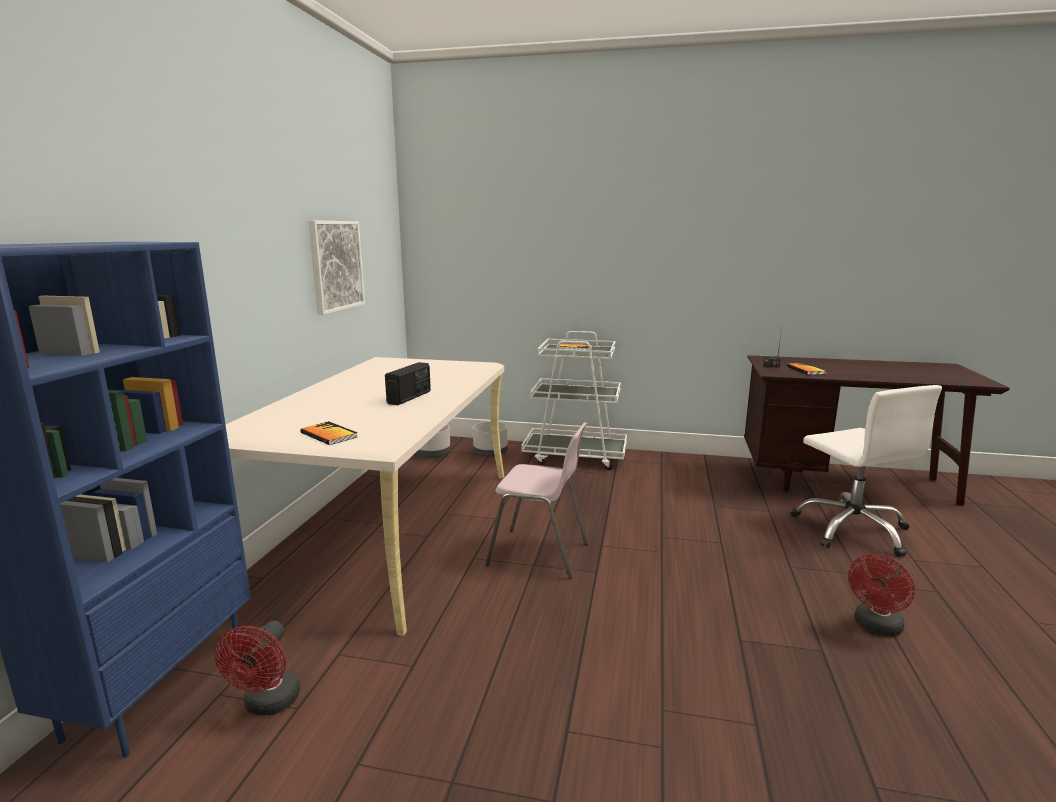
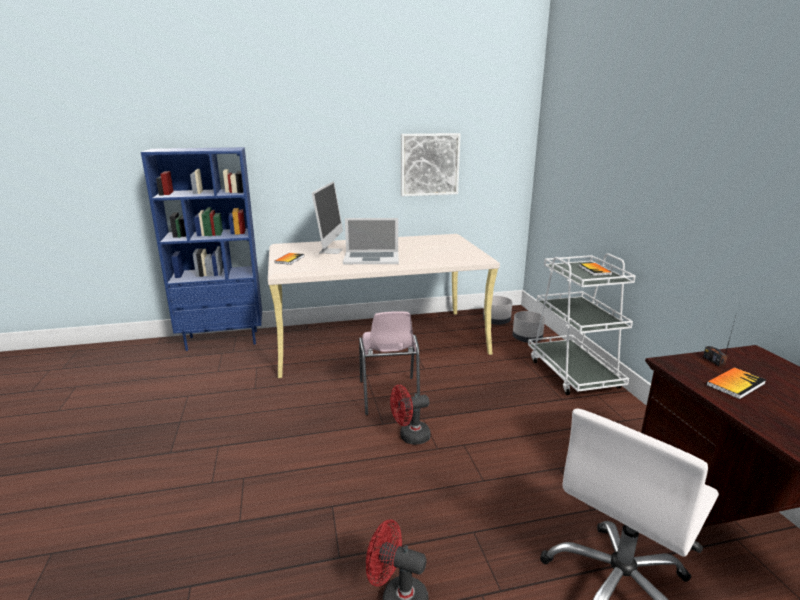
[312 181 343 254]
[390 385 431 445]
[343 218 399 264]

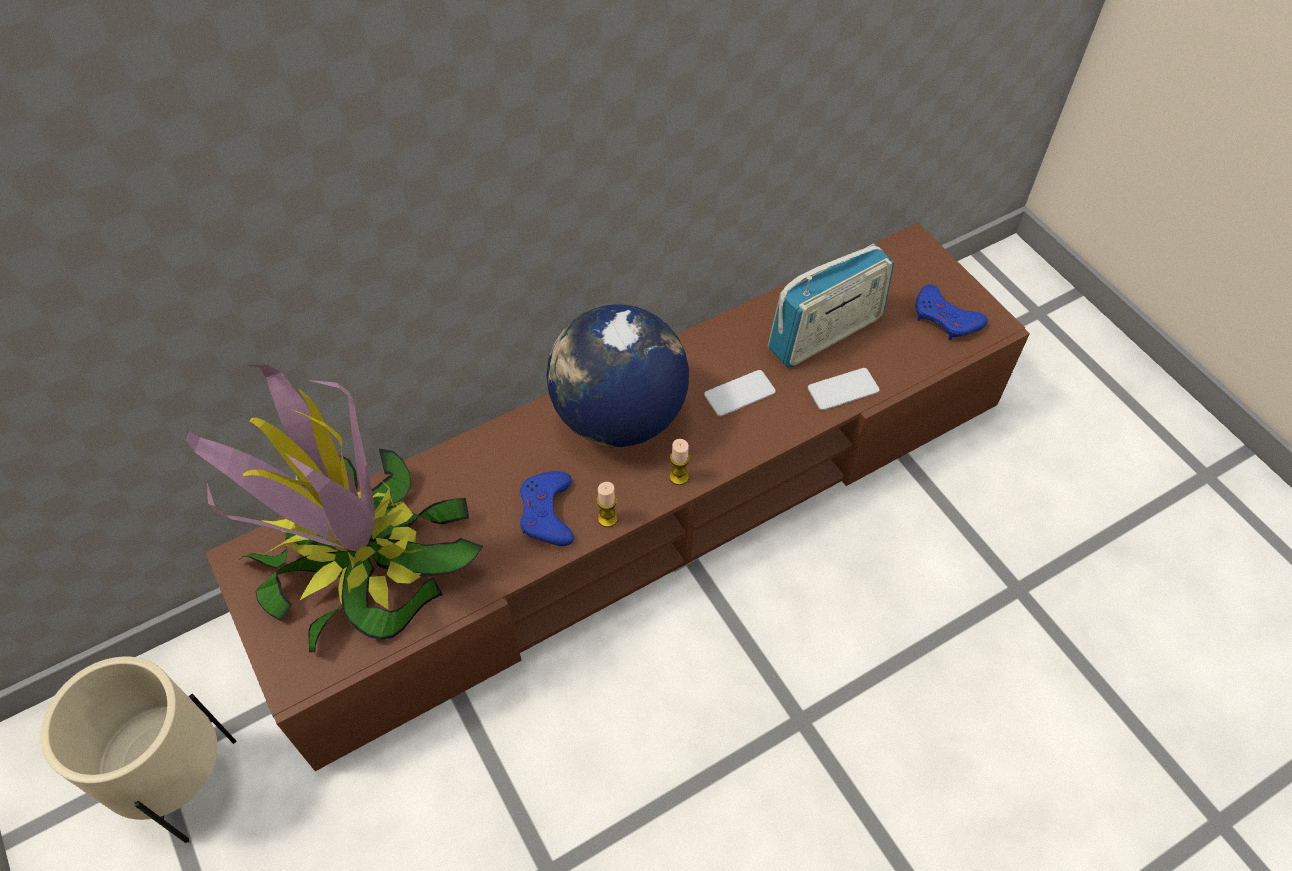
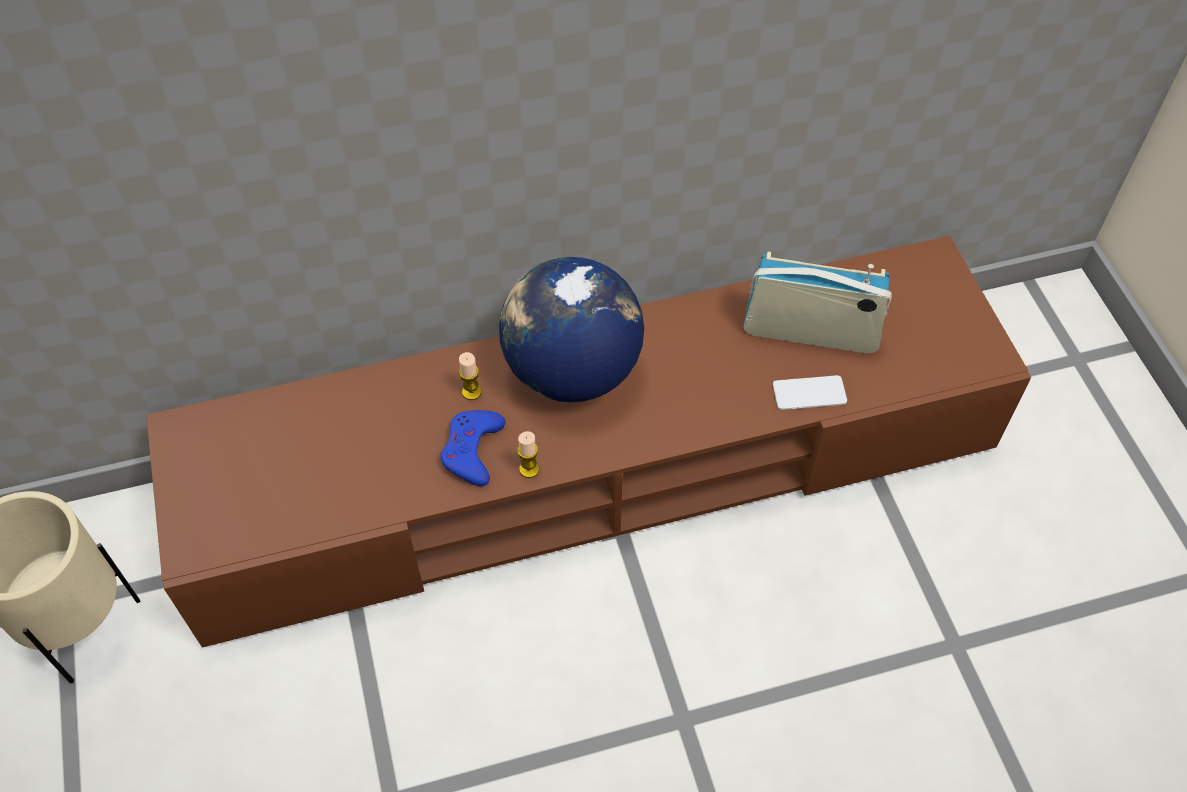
[186 365 484 652] (first image)
[704 370 776 416] (first image)
[915 284 988 340] (first image)
[459 352 481 400]
[743 252 892 354]

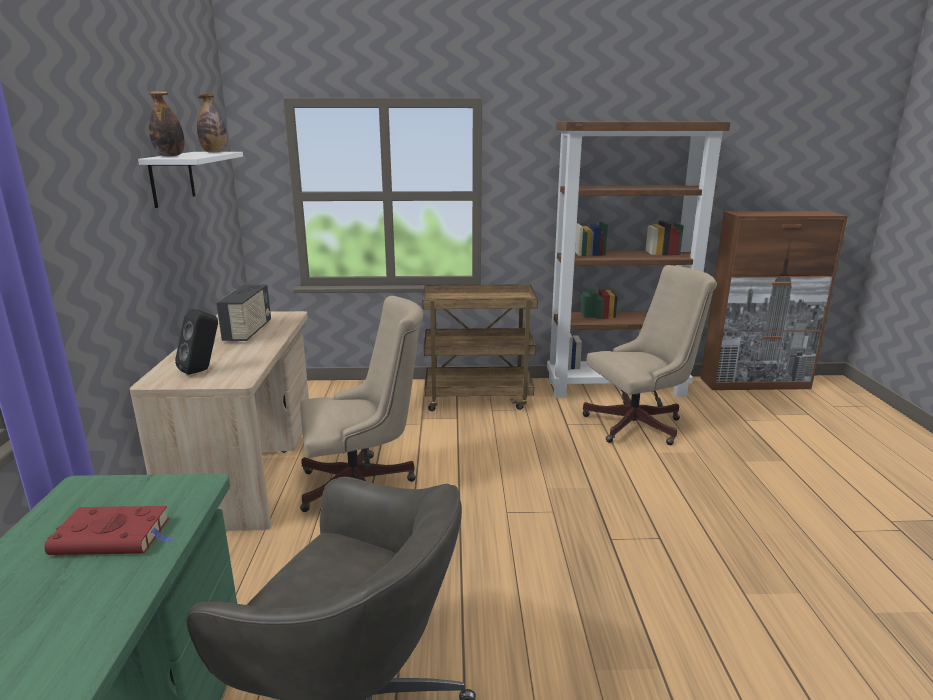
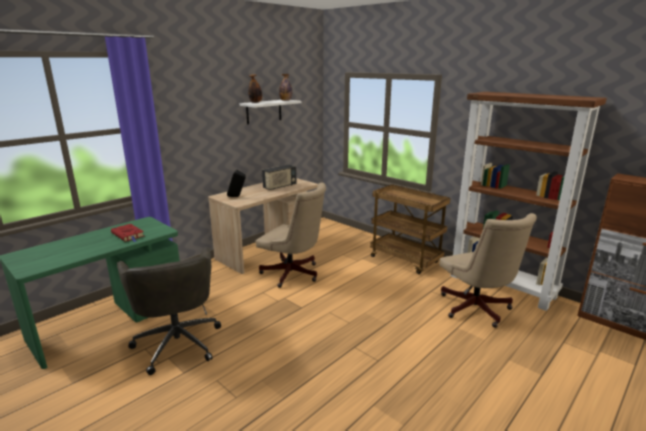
[440 213 537 328]

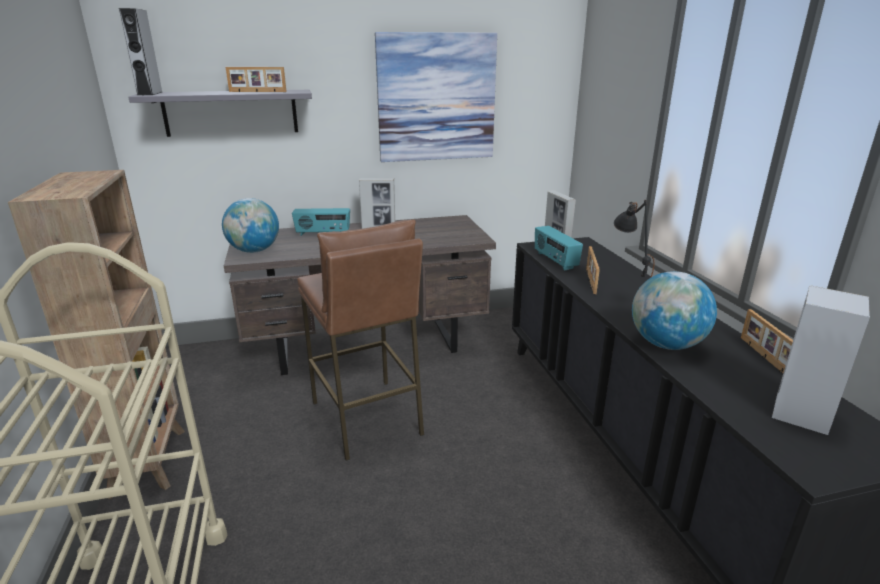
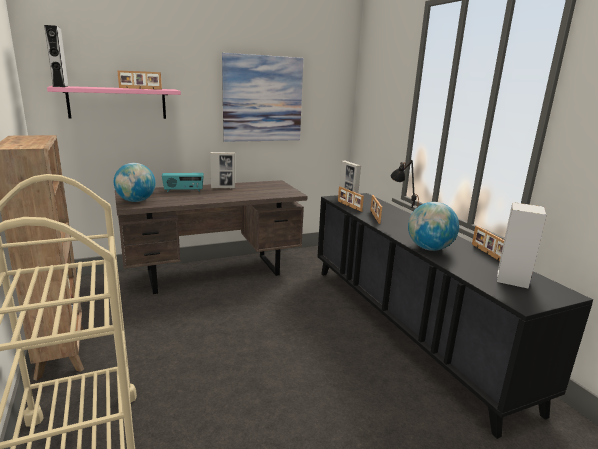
[297 220 424 461] (first image)
[338 187 364 212]
[47 86 181 119]

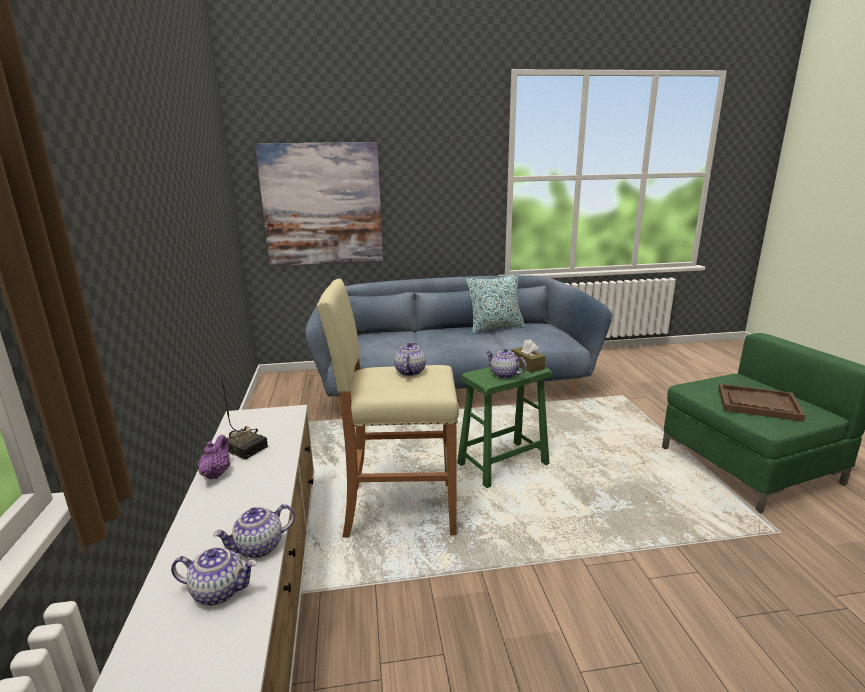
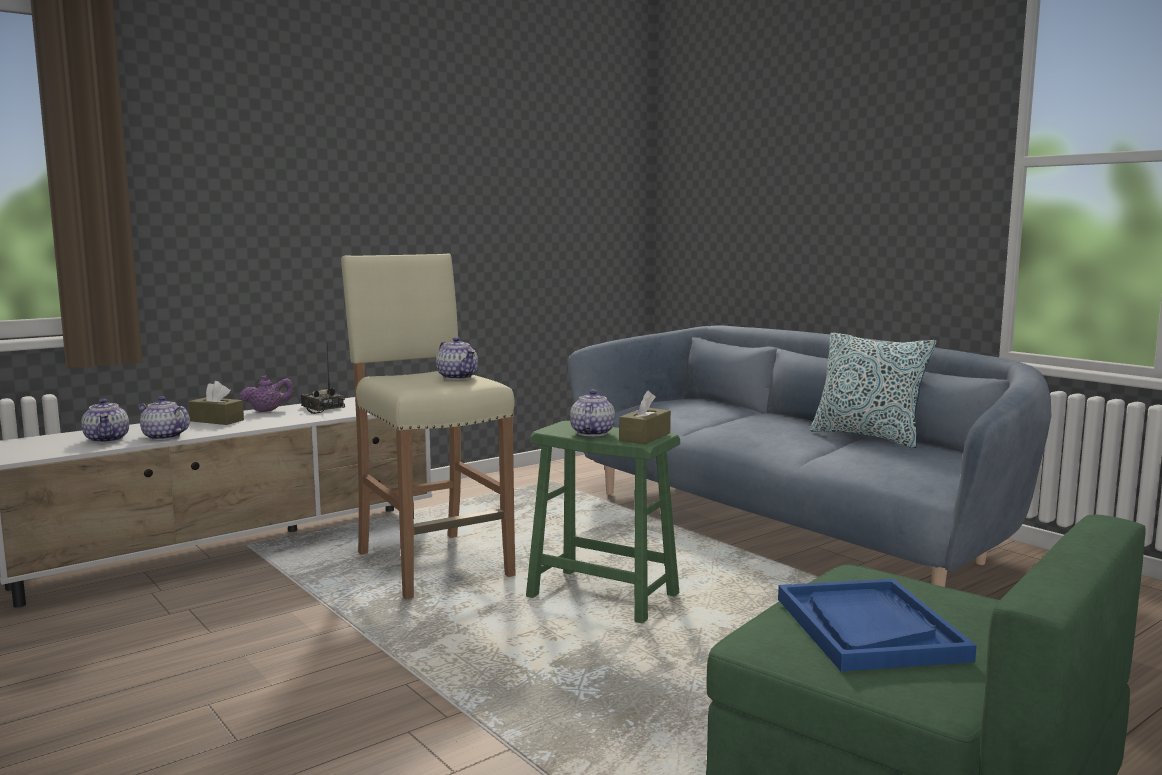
[255 142 383 266] (first image)
[189 381 244 425]
[778 579 977 671]
[301 341 345 414]
[436 337 478 380]

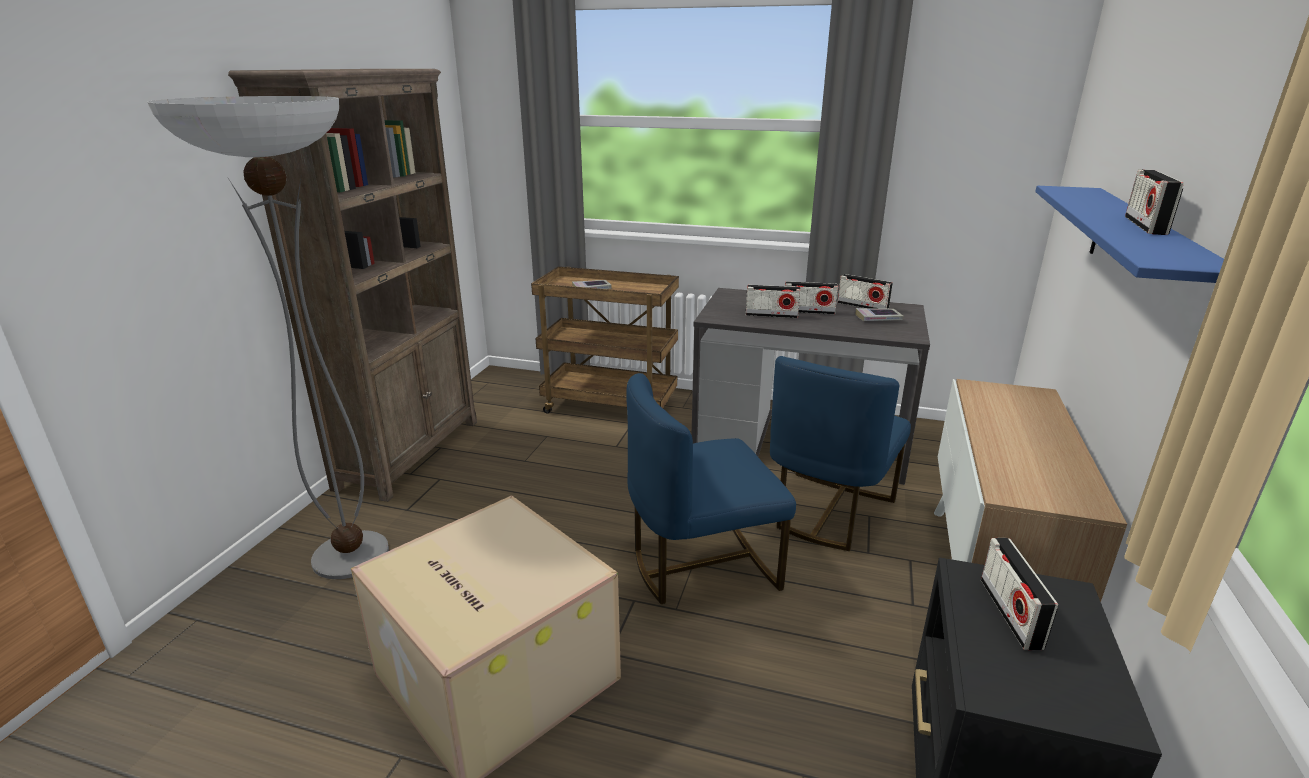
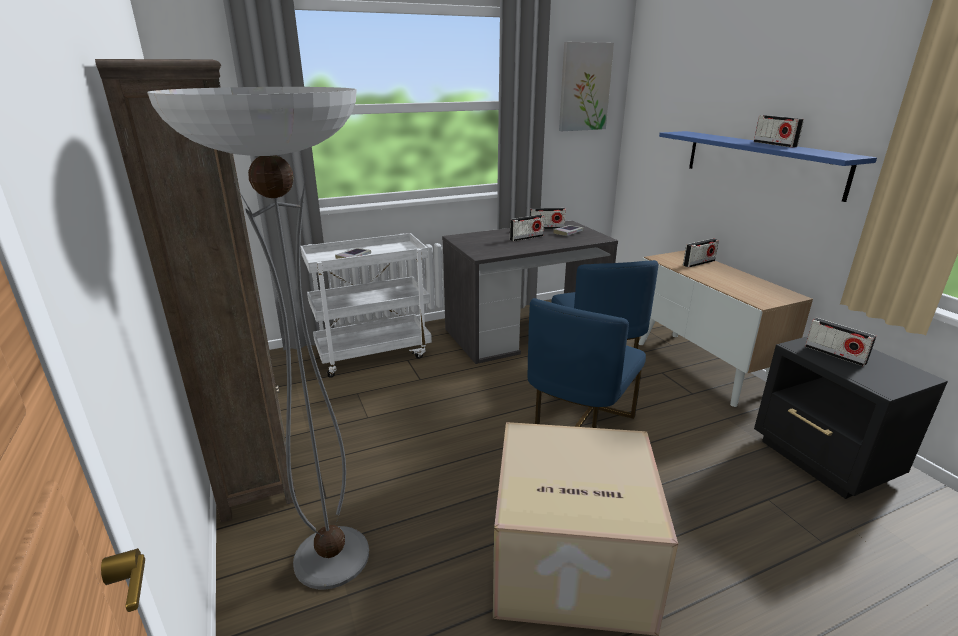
[559 42 614 131]
[683 238 719 267]
[301 233 432 378]

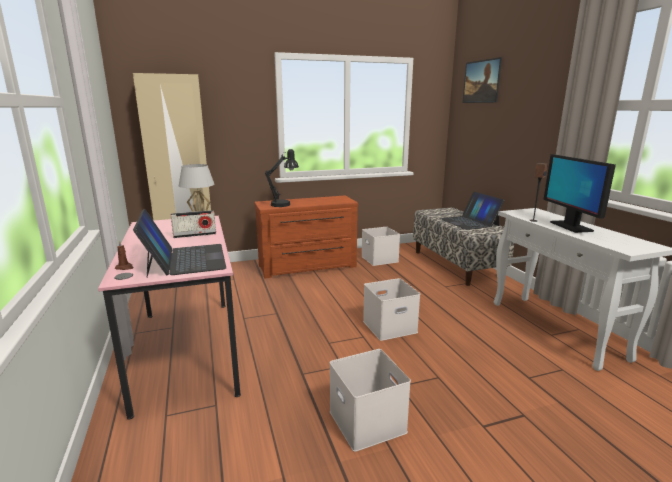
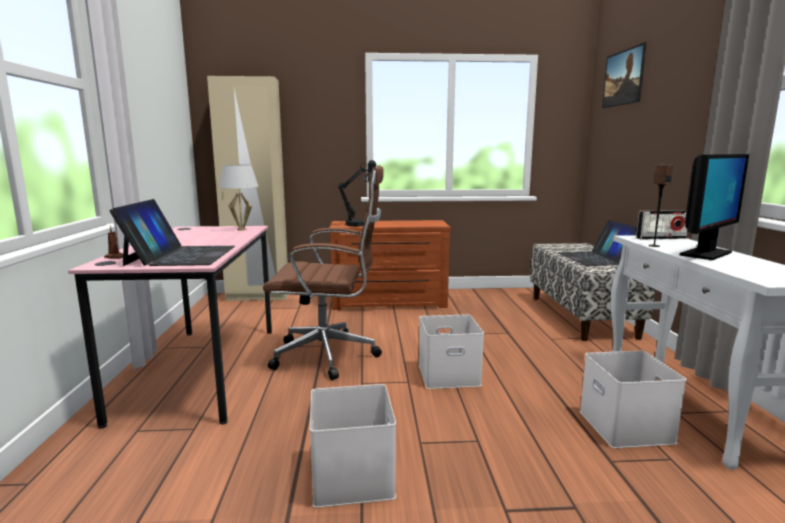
[263 165 384 380]
[636 210 688 239]
[580 351 686 448]
[680 154 749 260]

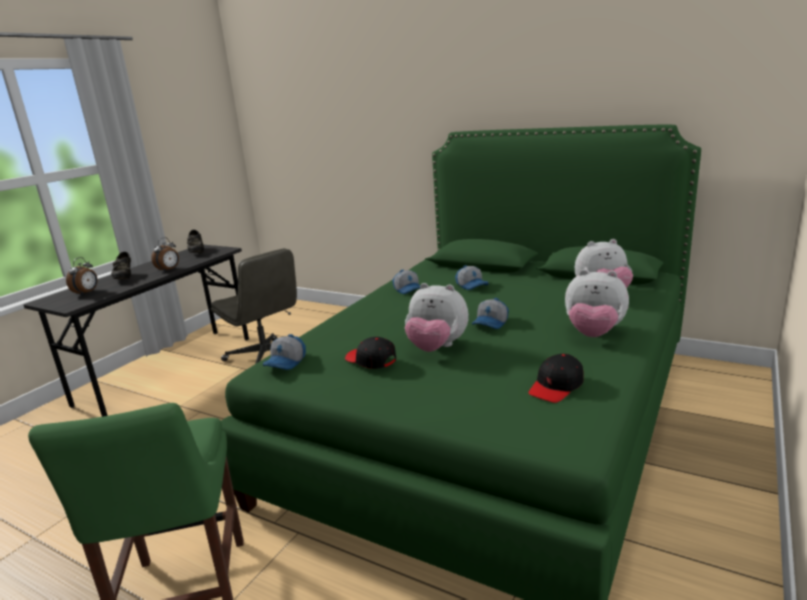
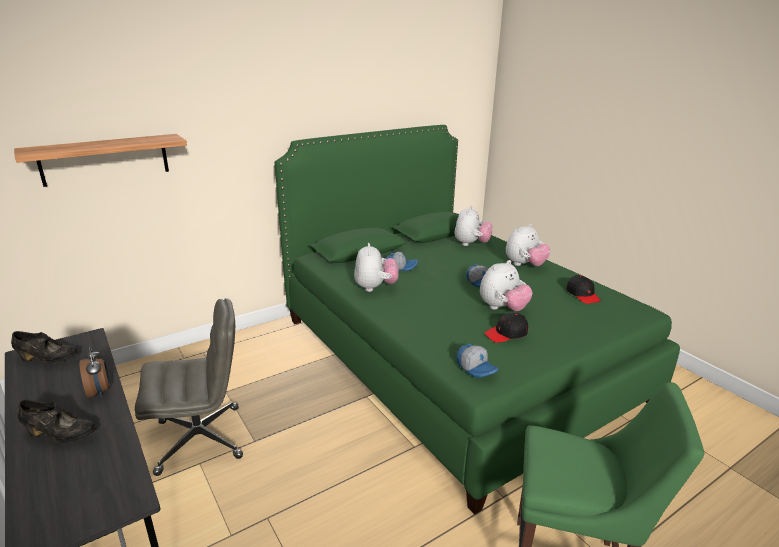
[66 257 98 295] (first image)
[14 134 187 187]
[354 243 399 292]

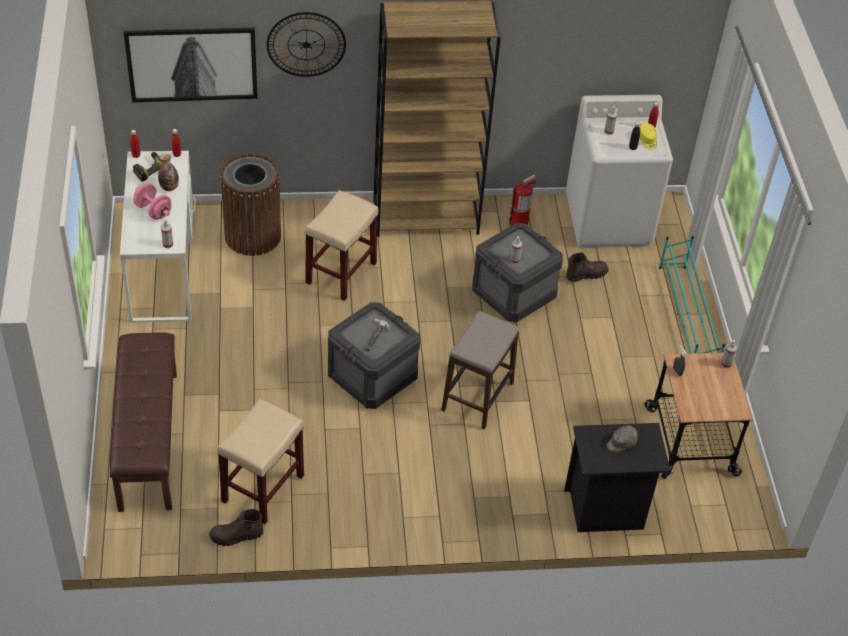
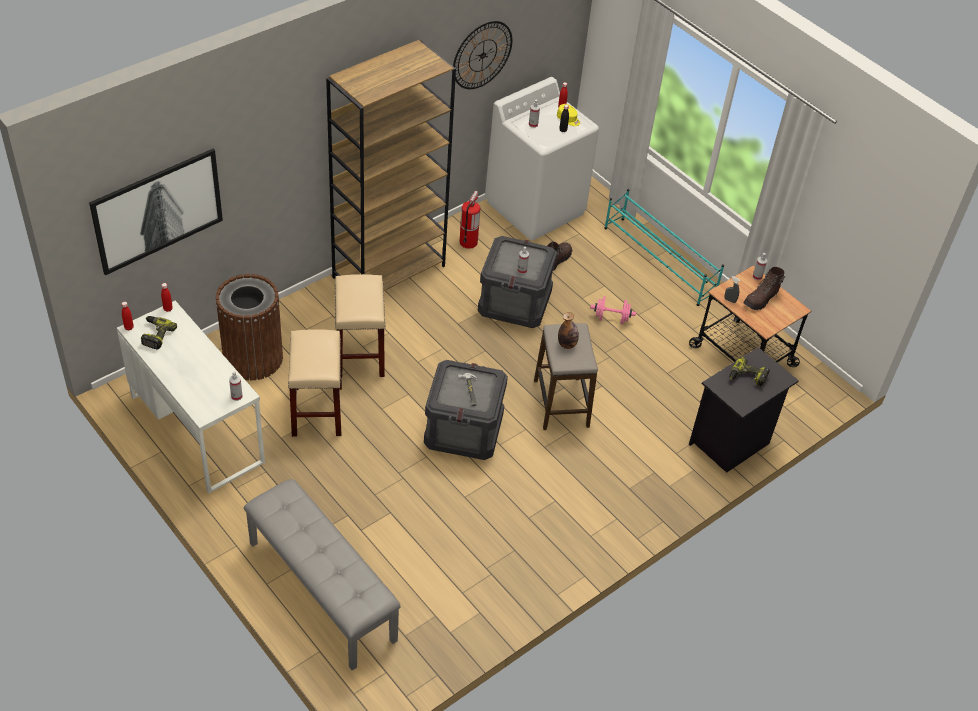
[590 296 636 324]
[558 312 579 349]
[743 267 786 310]
[288 330 342 437]
[453 21 512 89]
[729 356 770 386]
[244 479 401 670]

